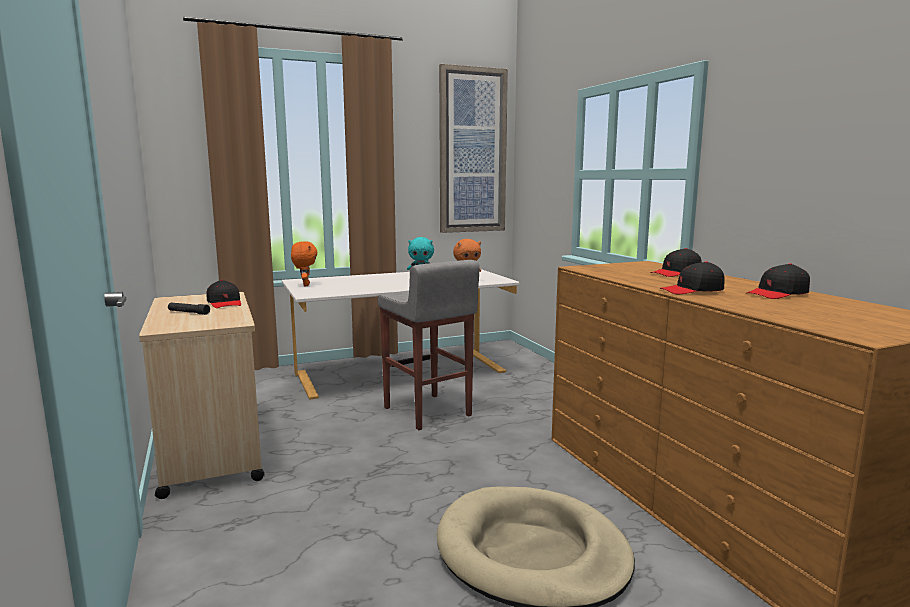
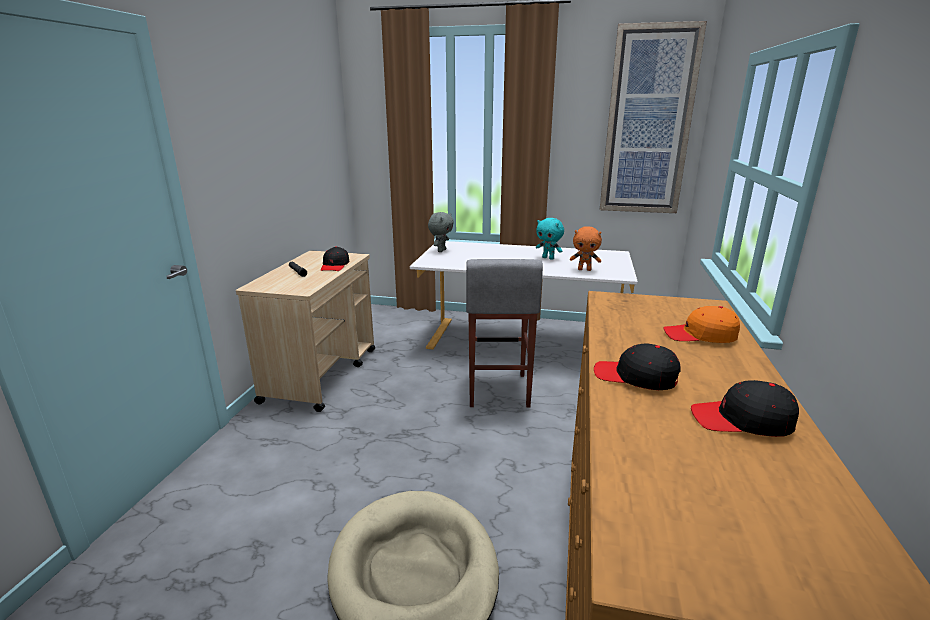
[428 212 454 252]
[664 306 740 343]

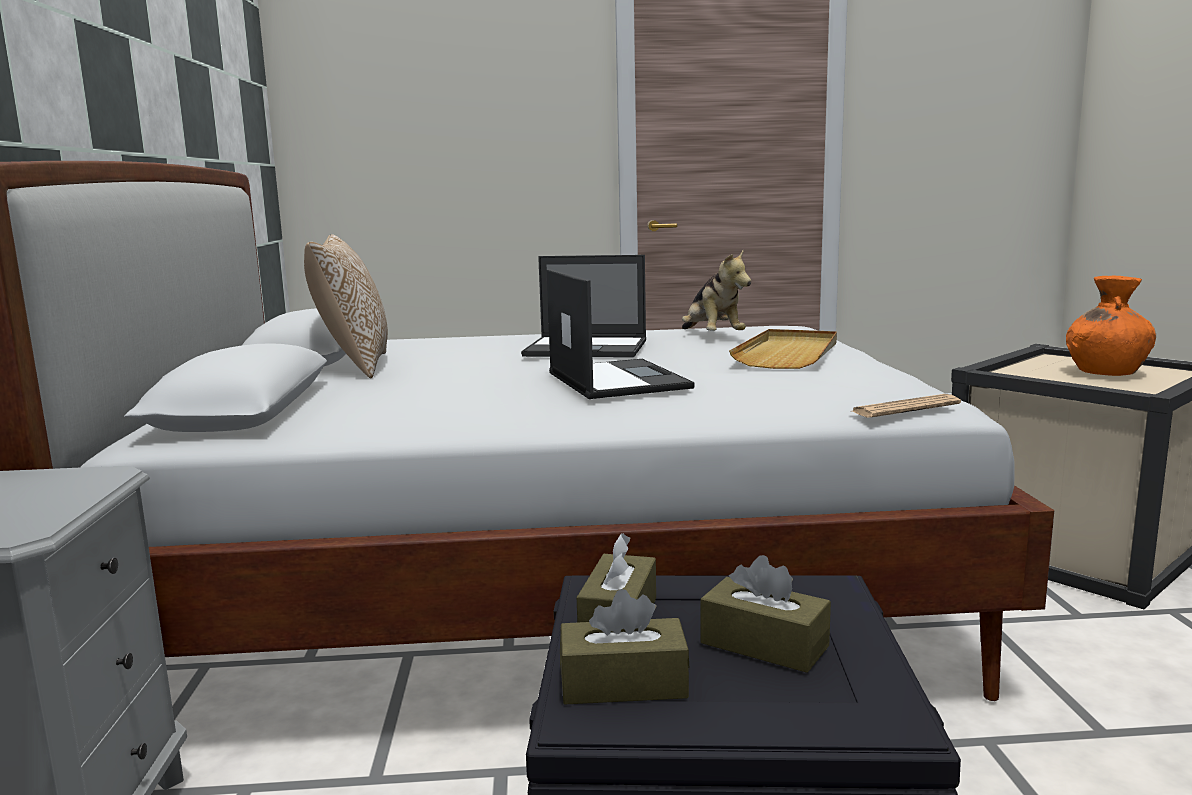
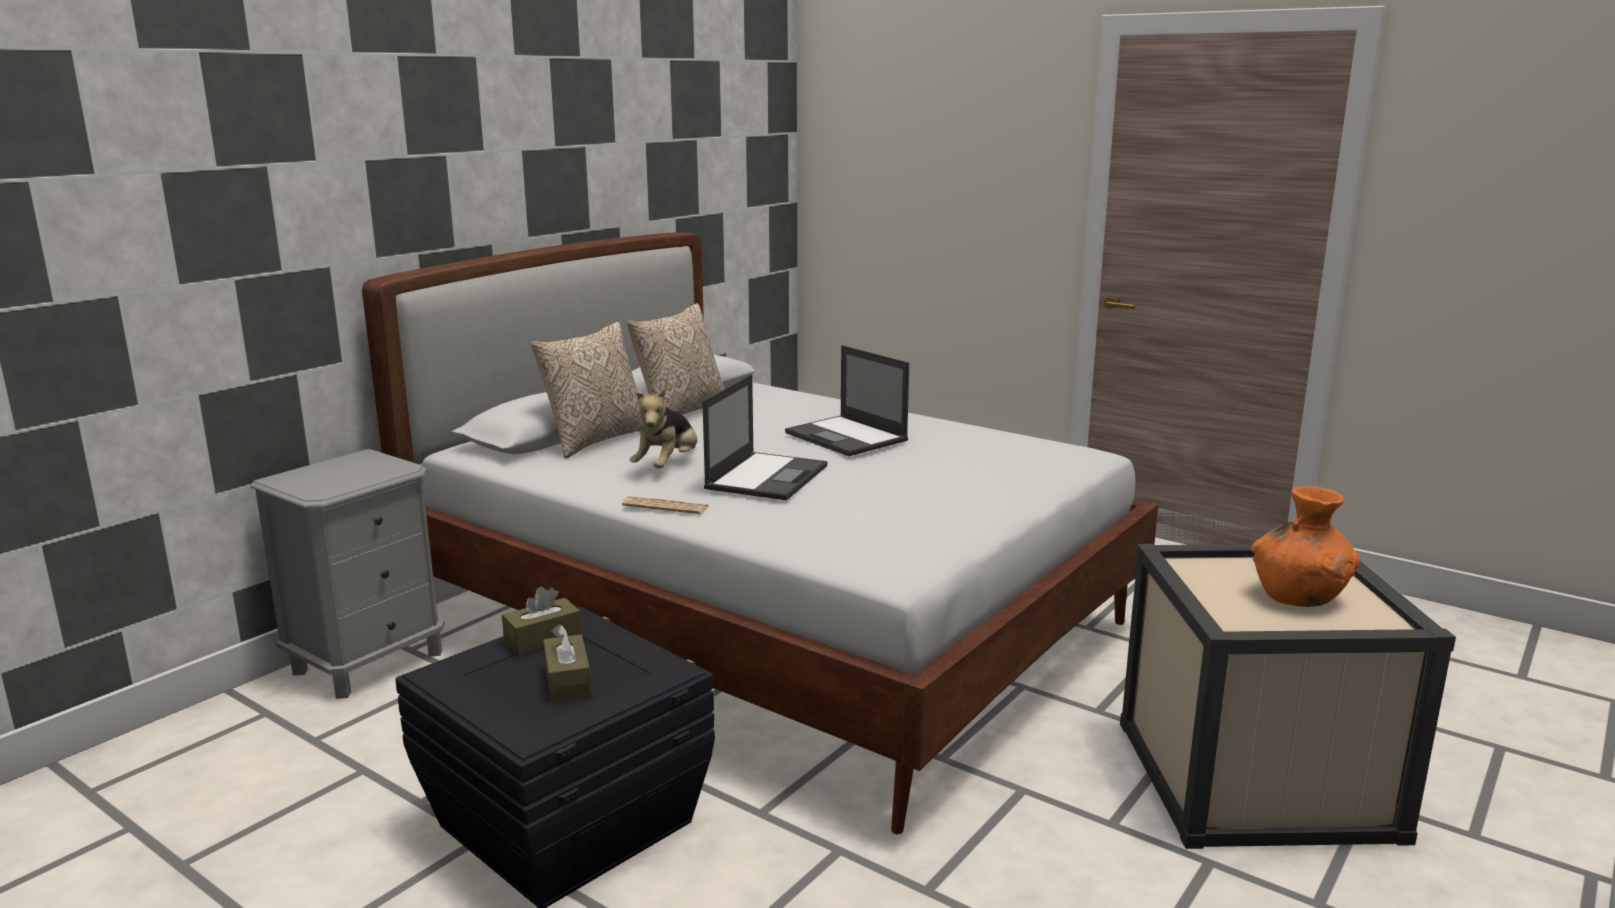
[560 589 690 704] (first image)
[729 329 837 369] (first image)
[531 322 641 458]
[630 388 698 468]
[622 496 710 514]

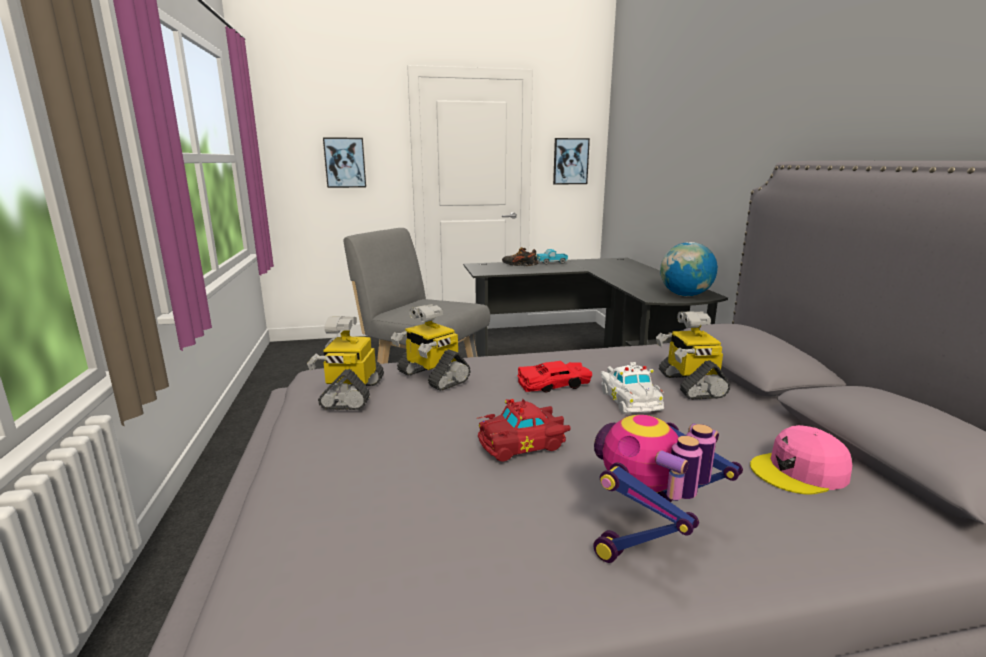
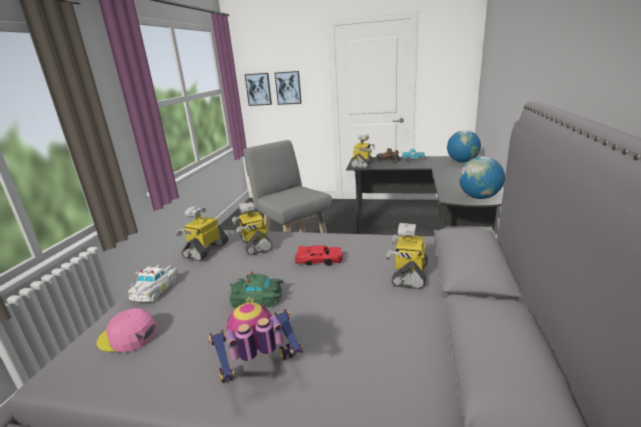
[351 134 375 168]
[447 130 481 162]
[244 73 272 106]
[126 265 177 302]
[96 308 158 352]
[227 271 283 308]

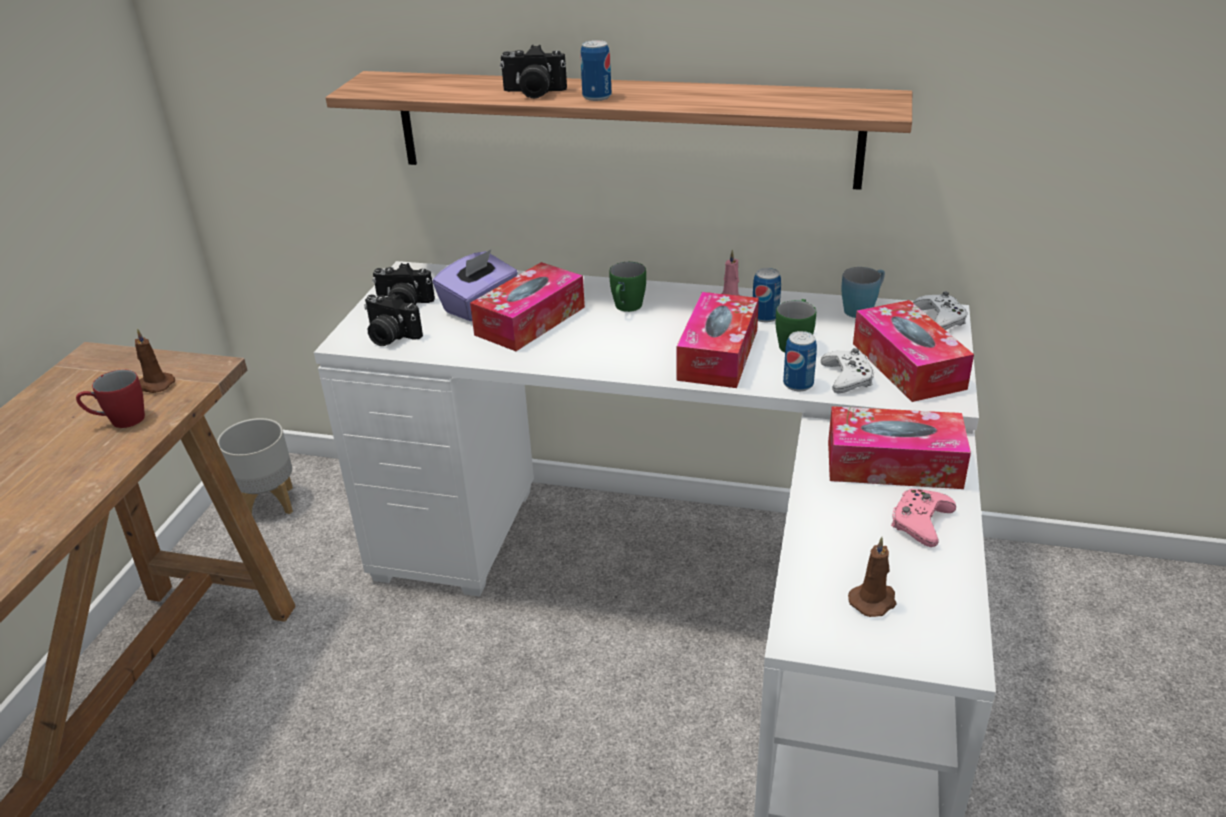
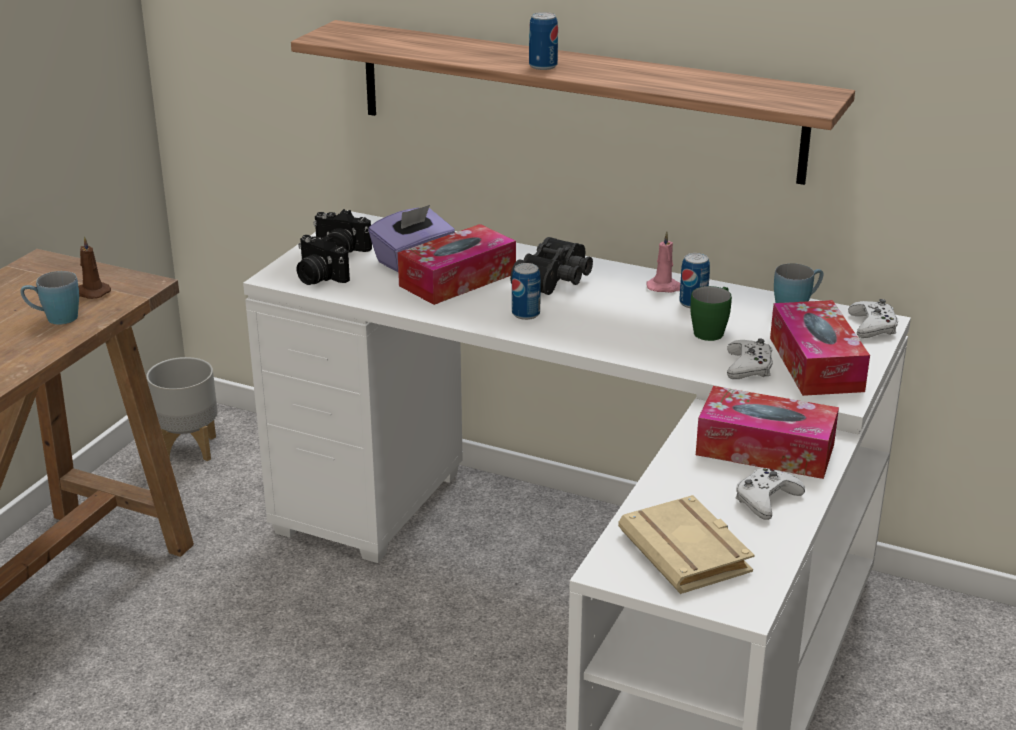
[500 45 567 98] (first image)
[677 292 759 388] (first image)
[512 263 541 320]
[510 237 593 295]
[618 495 755 594]
[21 271 79 325]
[735 468 805 520]

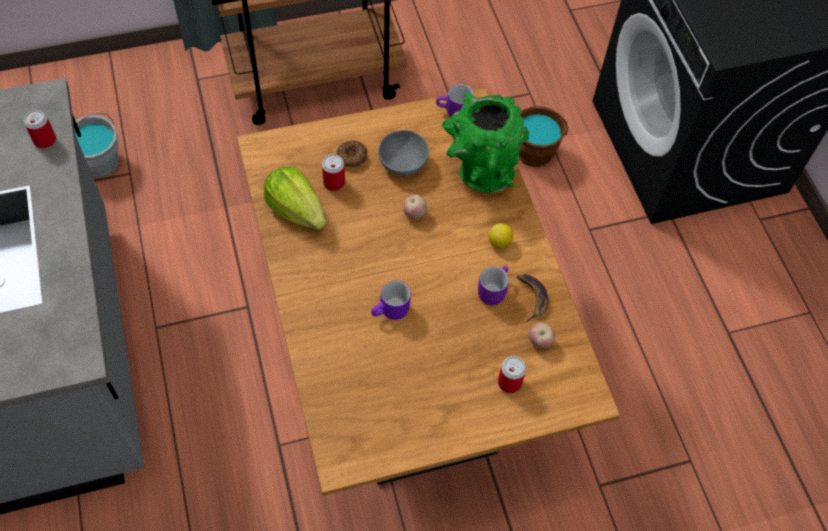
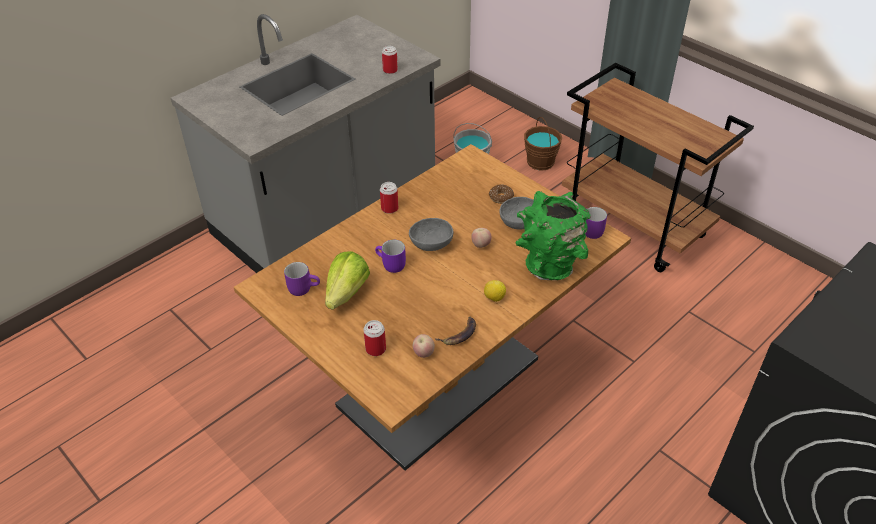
[409 218 453 251]
[325 251 370 310]
[380 182 398 214]
[284 262 320 296]
[524 117 562 170]

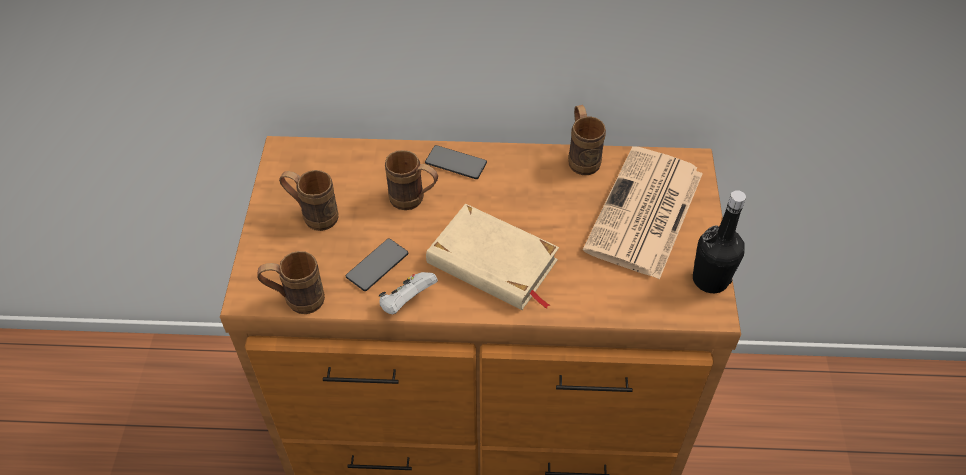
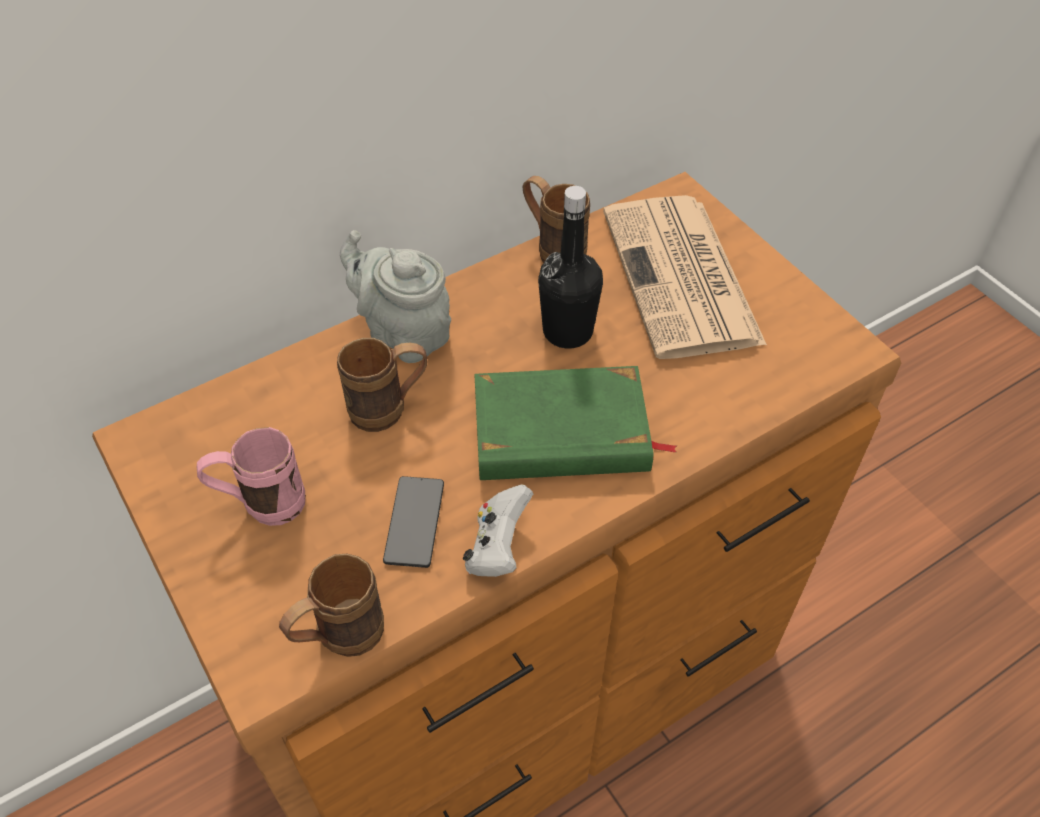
[538 186 603 349]
[340 230 451 363]
[197 427 306 526]
[474 366 677 480]

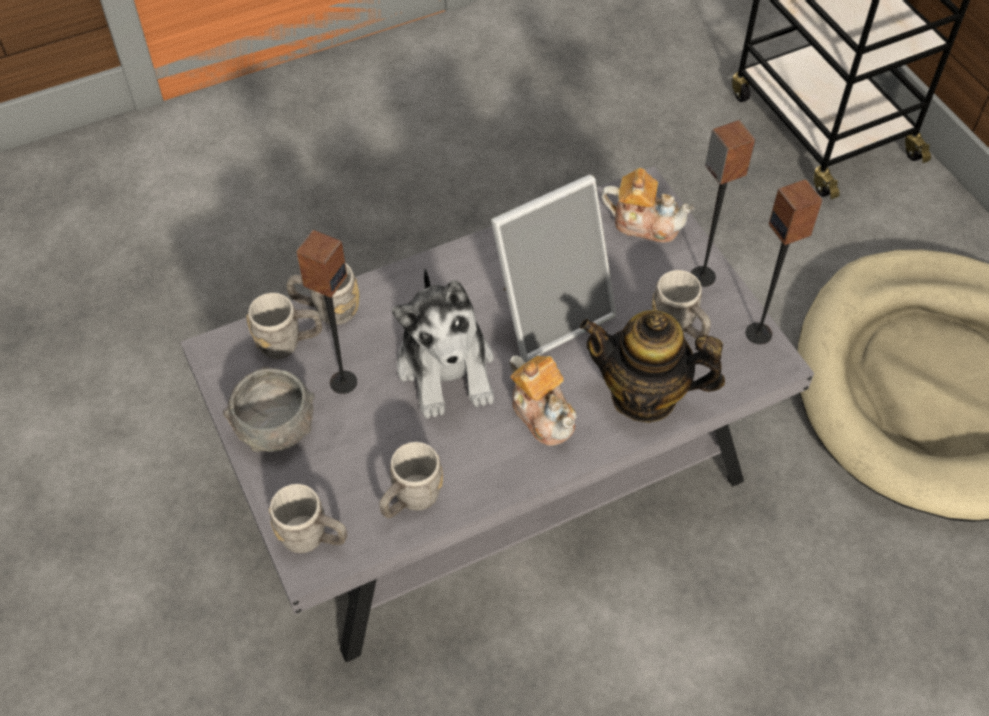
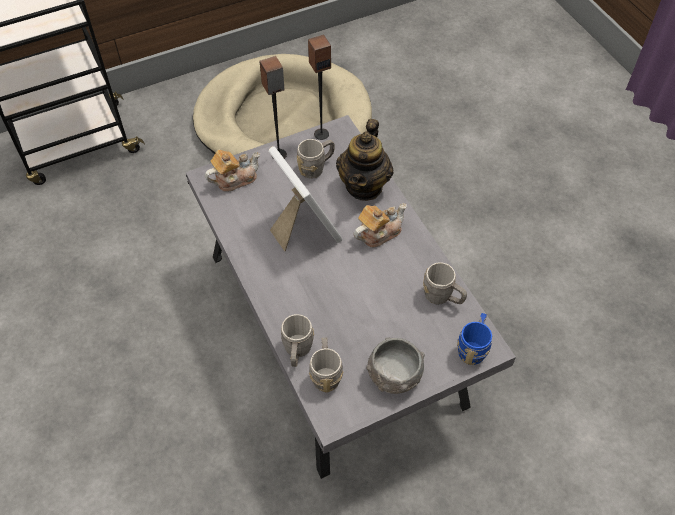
[296 230 357 394] (first image)
[392 268 494 419] (first image)
[457 313 492 365]
[205 150 260 192]

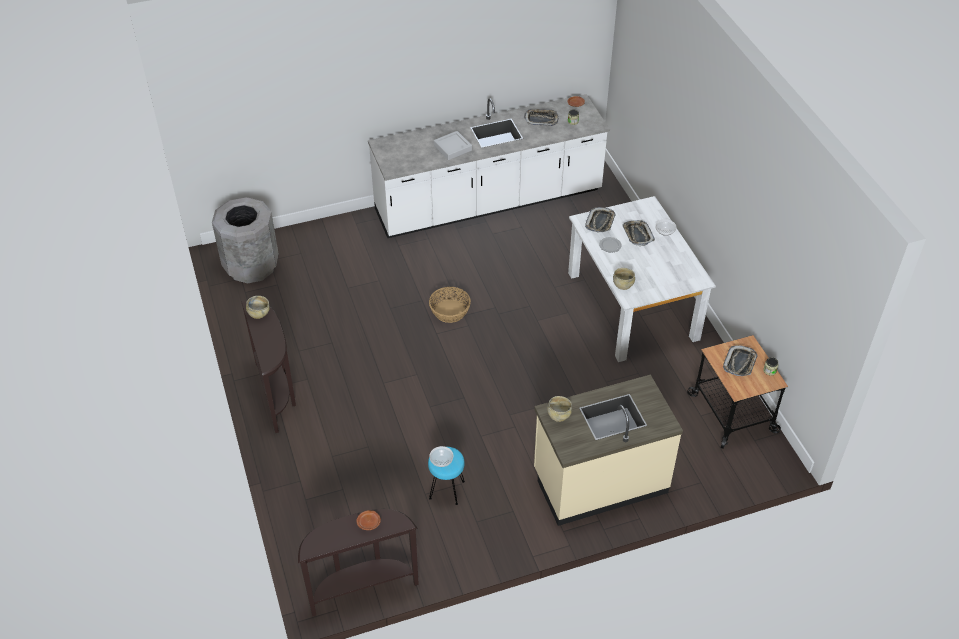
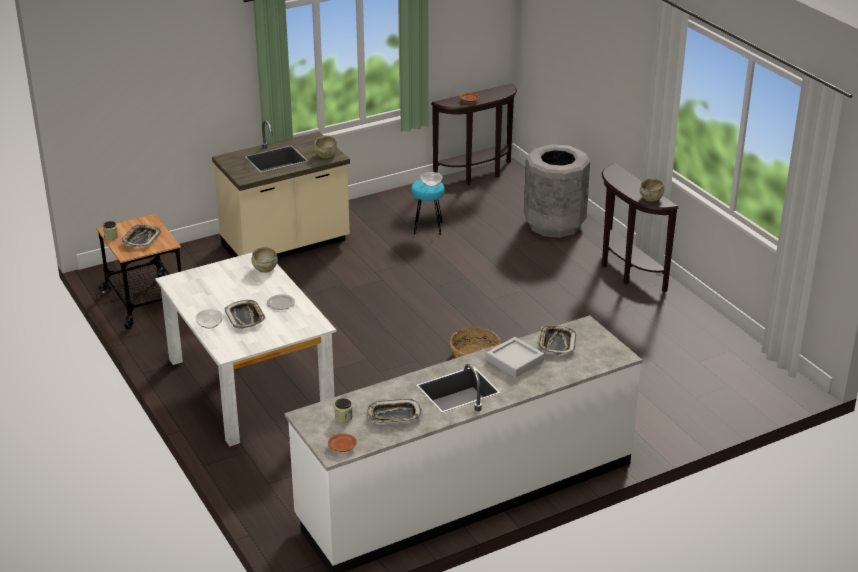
[524 144 590 238]
[539 325 576 355]

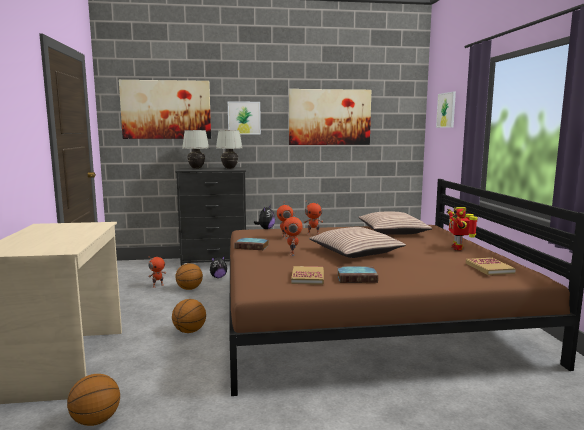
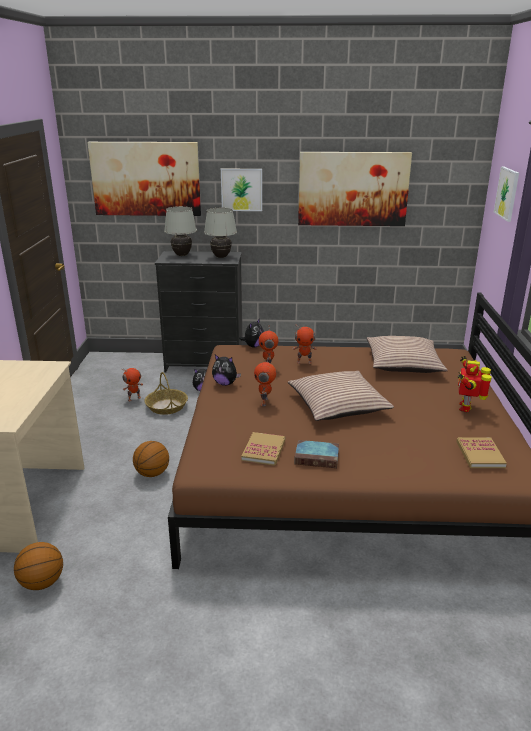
[144 372 188 415]
[212 355 241 386]

